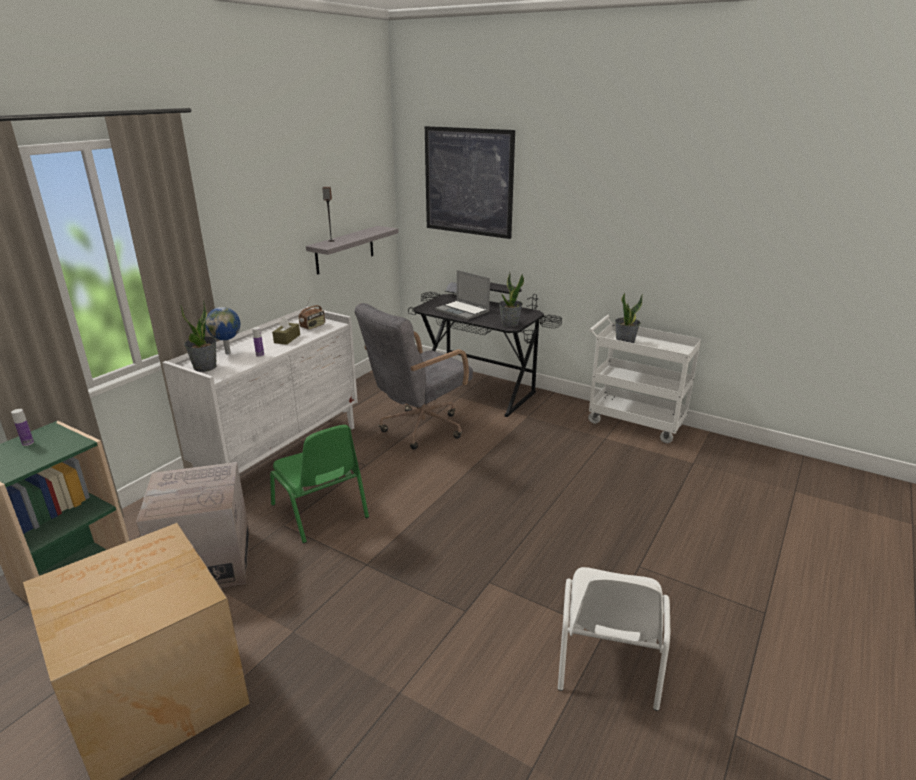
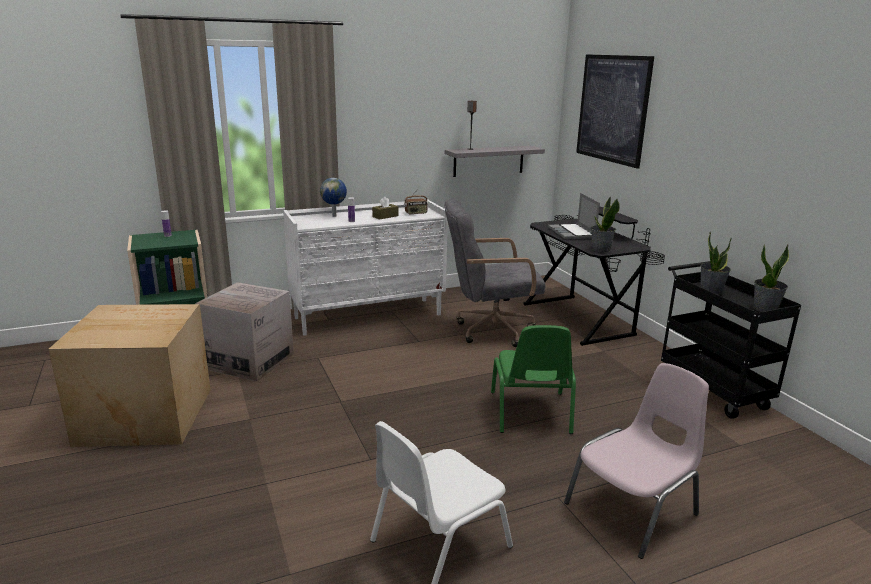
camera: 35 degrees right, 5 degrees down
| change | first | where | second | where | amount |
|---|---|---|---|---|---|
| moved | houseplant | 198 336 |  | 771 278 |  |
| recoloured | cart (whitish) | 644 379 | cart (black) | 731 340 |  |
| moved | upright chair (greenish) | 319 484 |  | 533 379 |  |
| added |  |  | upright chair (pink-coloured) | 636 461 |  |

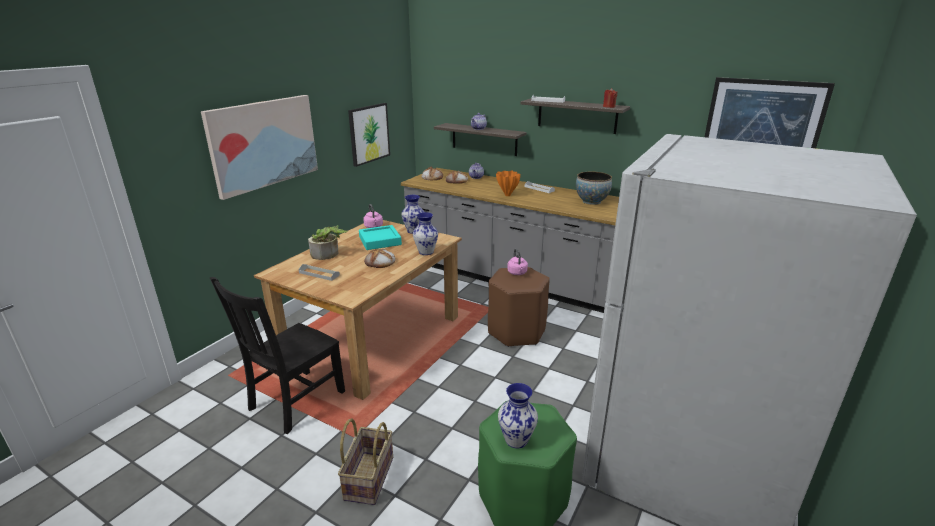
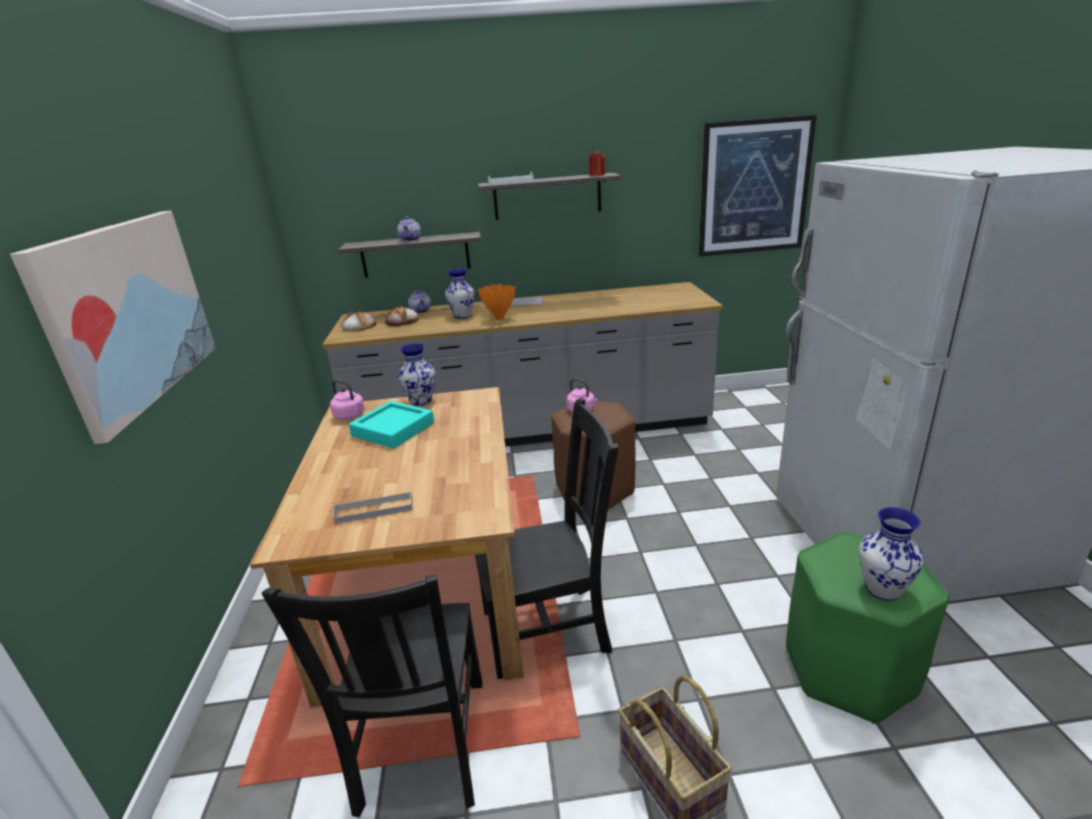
camera: 35 degrees left, 0 degrees up
| change | first | where | second | where | amount |
|---|---|---|---|---|---|
| removed | wall picture | 369 135 |  |  |  |
| removed | serving bowl | 594 188 |  |  |  |
| moved | vase | 425 233 |  | 460 294 |  |
| removed | houseplant | 328 242 |  |  |  |
| removed | baked bread | 380 258 |  |  |  |
| added |  |  | upright chair (black) | 547 538 |  |

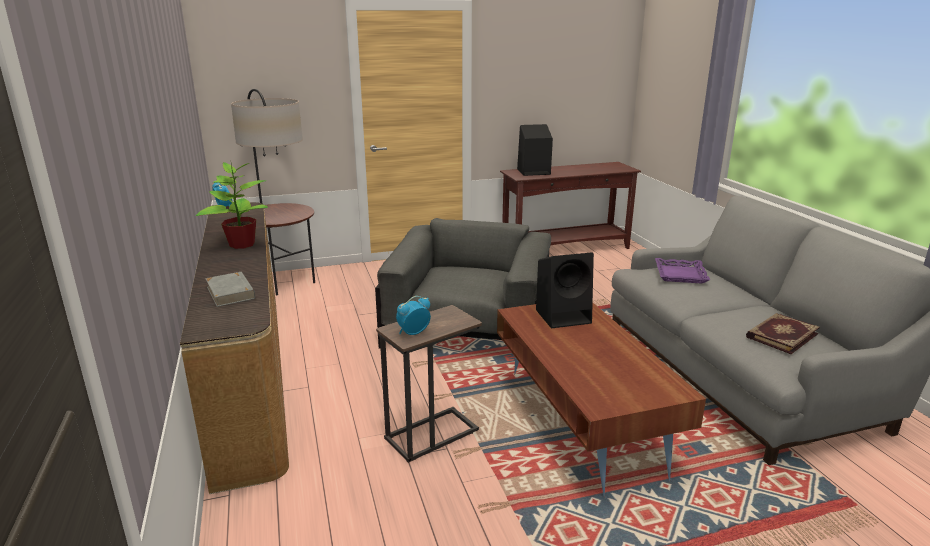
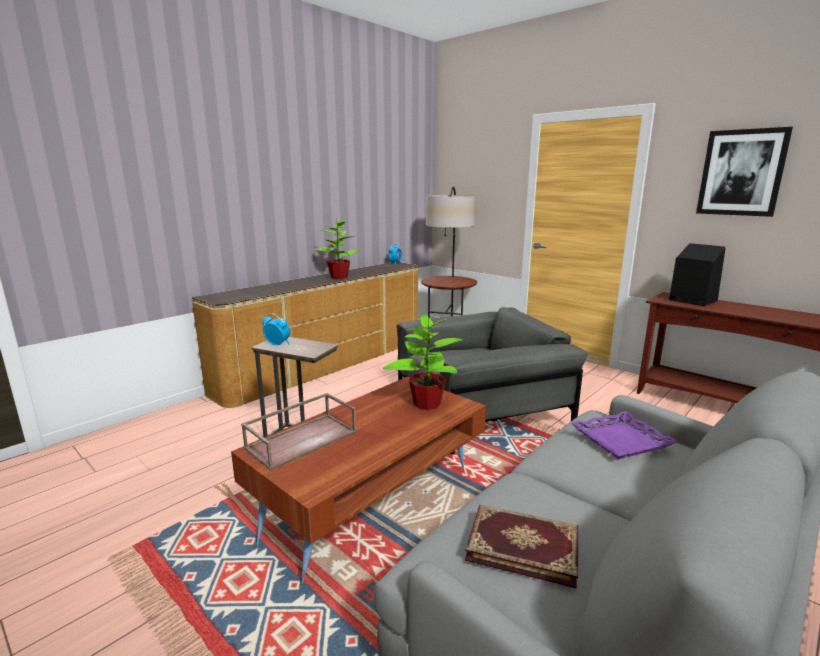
camera: 60 degrees right, 5 degrees down
| change | first | where | second | where | amount |
|---|---|---|---|---|---|
| replaced | speaker (black) | 565 290 | houseplant | 423 362 |  |
| removed | volume (grey) | 230 289 |  |  |  |
| added |  |  | wall picture | 744 172 |  |
| added |  |  | serving tray (brown) | 298 432 |  |

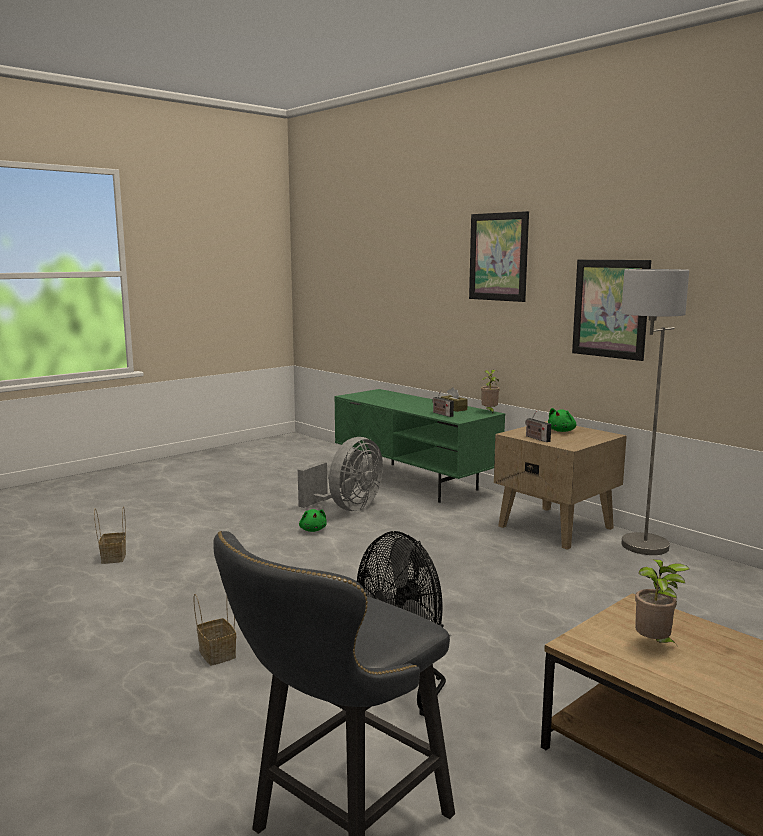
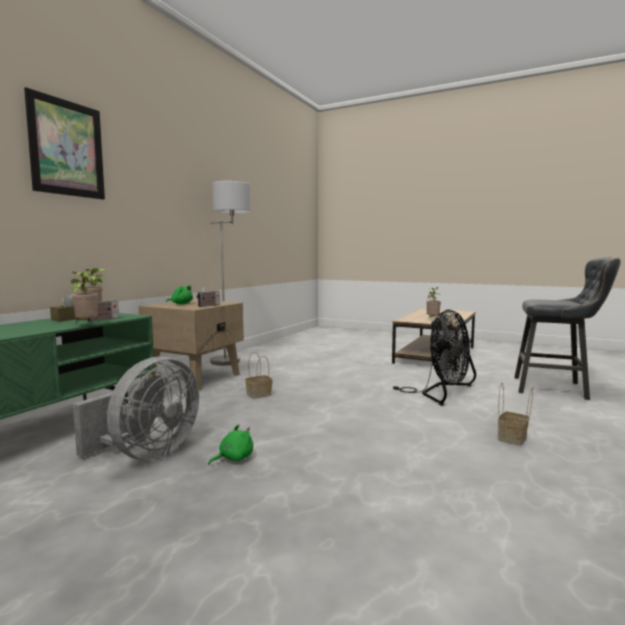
camera: 110 degrees left, 5 degrees down
| change | first | where | second | where | amount |
|---|---|---|---|---|---|
| removed | wall picture | 611 310 |  |  |  |
| turned | fan (grey) | 340 474 |  | 136 408 | 105 degrees clockwise |
| moved | storage basket | 110 535 |  | 258 375 |  |
| added |  |  | houseplant | 84 297 |  |

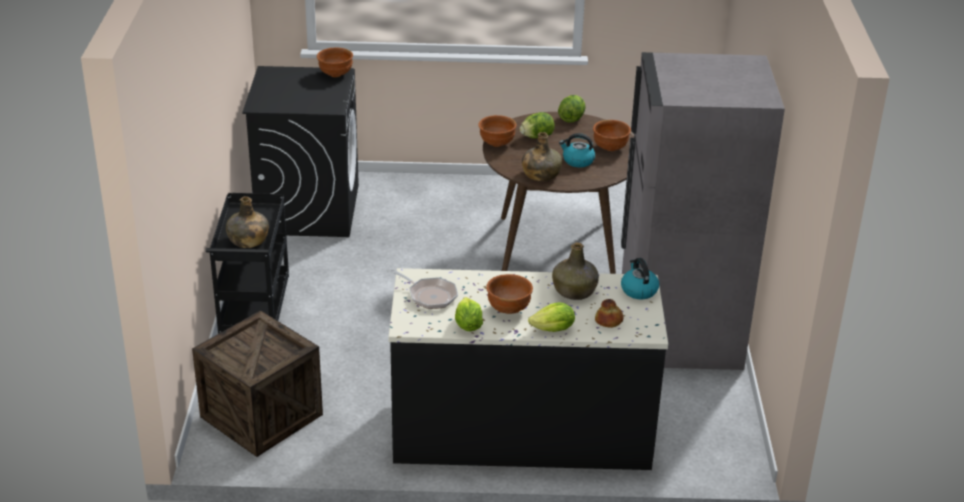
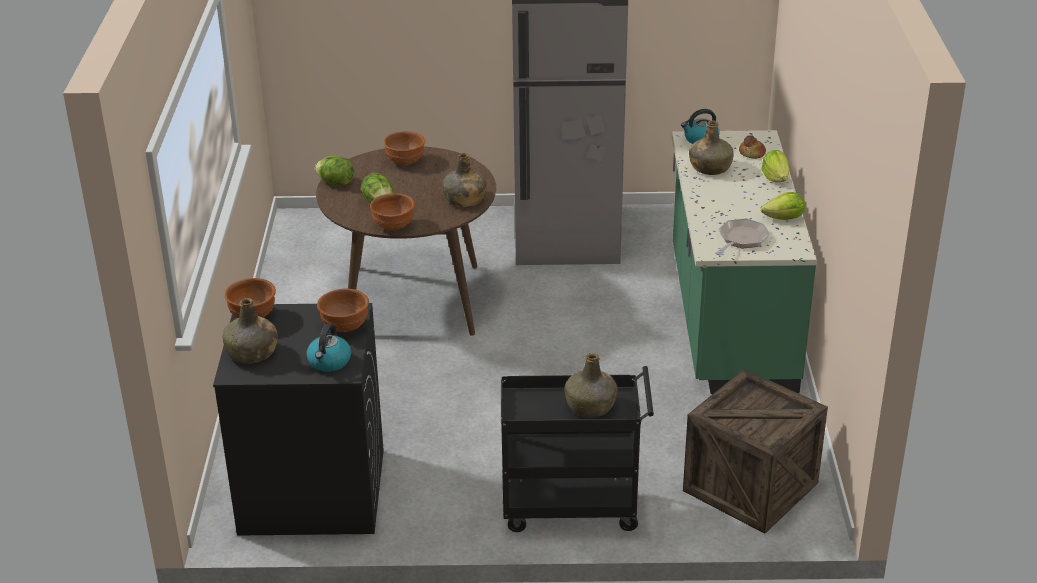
camera: 90 degrees left, 0 degrees up
| change | first | where | second | where | amount |
|---|---|---|---|---|---|
| moved | tea kettle | 577 150 |  | 329 347 |  |
| recoloured | counter (black) | 528 369 | counter (greenish) | 744 262 |  |
| moved | serving bowl (brown) | 509 294 |  | 343 310 |  |
| added |  |  | beverage bottle (greenish) | 249 331 |  |

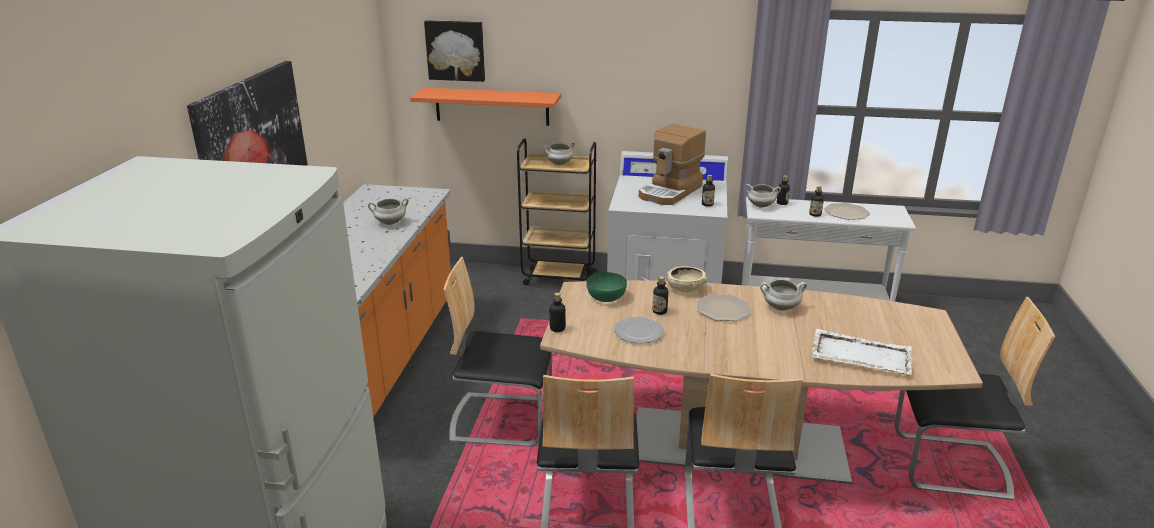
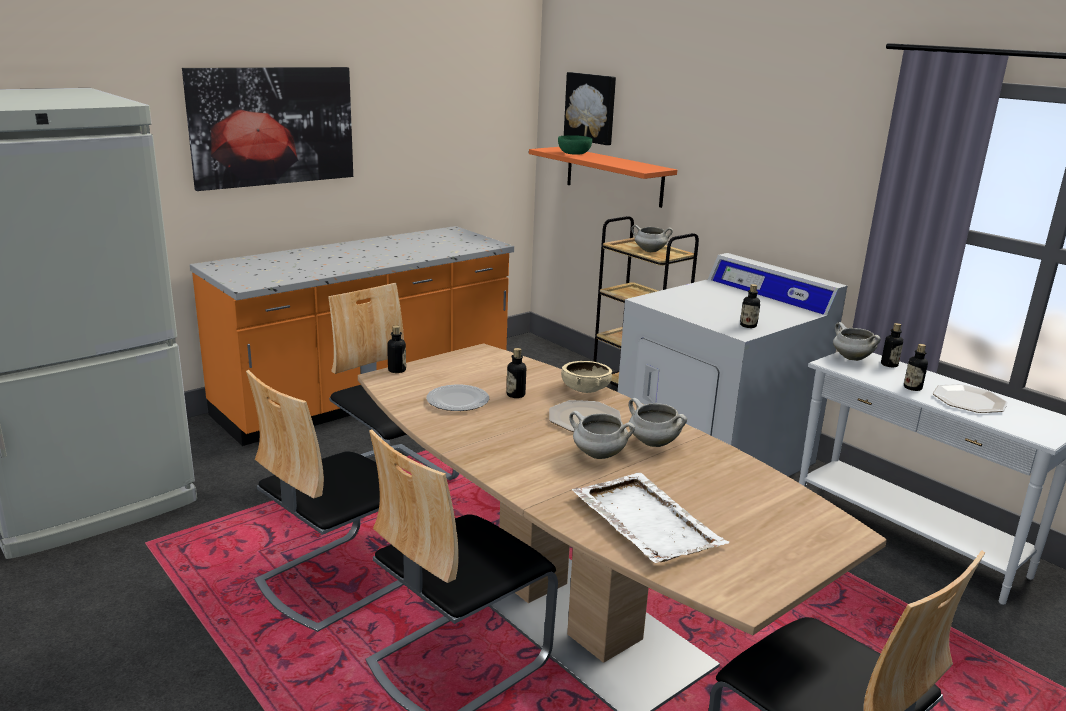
camera: 40 degrees right, 5 degrees down
| change | first | where | second | where | amount |
|---|---|---|---|---|---|
| removed | coffee machine | 672 164 |  |  |  |
| moved | stockpot (whitish) | 388 211 |  | 602 435 |  |
| moved | serving bowl (greenish) | 606 287 |  | 575 145 |  |

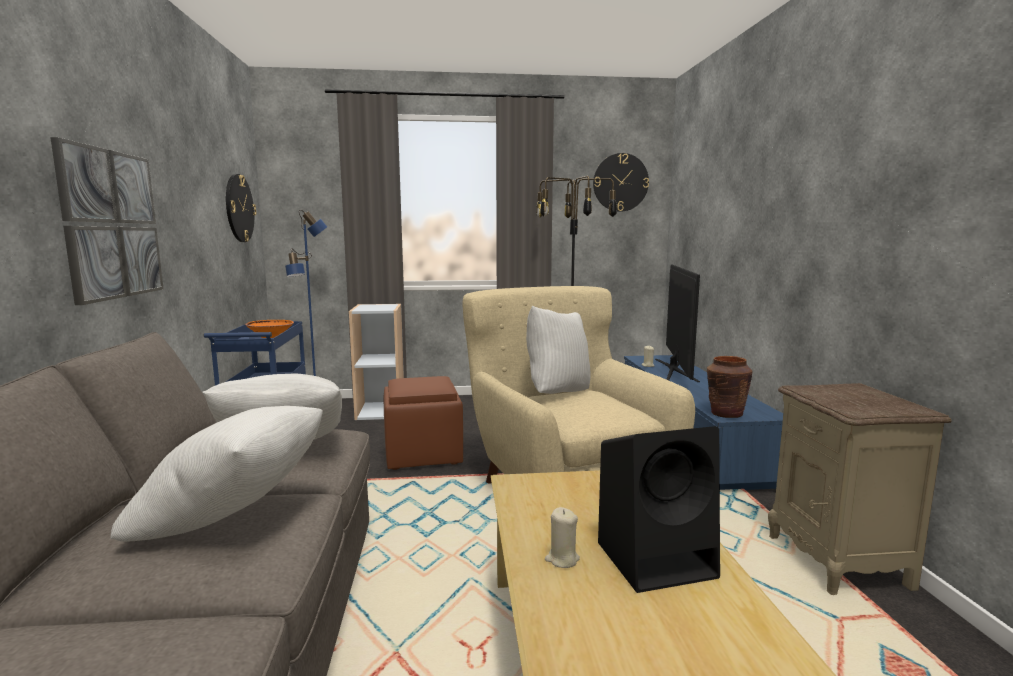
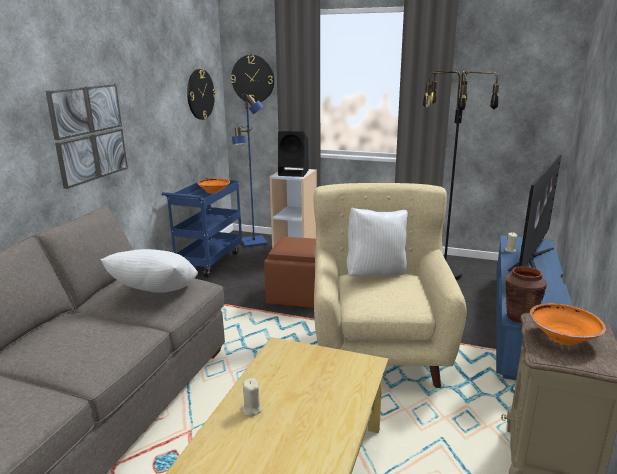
camera: 25 degrees right, 10 degrees up
| change | first | where | second | where | amount |
|---|---|---|---|---|---|
| moved | hanging clock | 621 182 |  | 252 78 |  |
| removed | cushion (whitish) | 217 474 |  |  |  |
| moved | speaker (black) | 659 509 |  | 293 154 |  |
| added |  |  | serving bowl (orangey) | 568 324 |  |

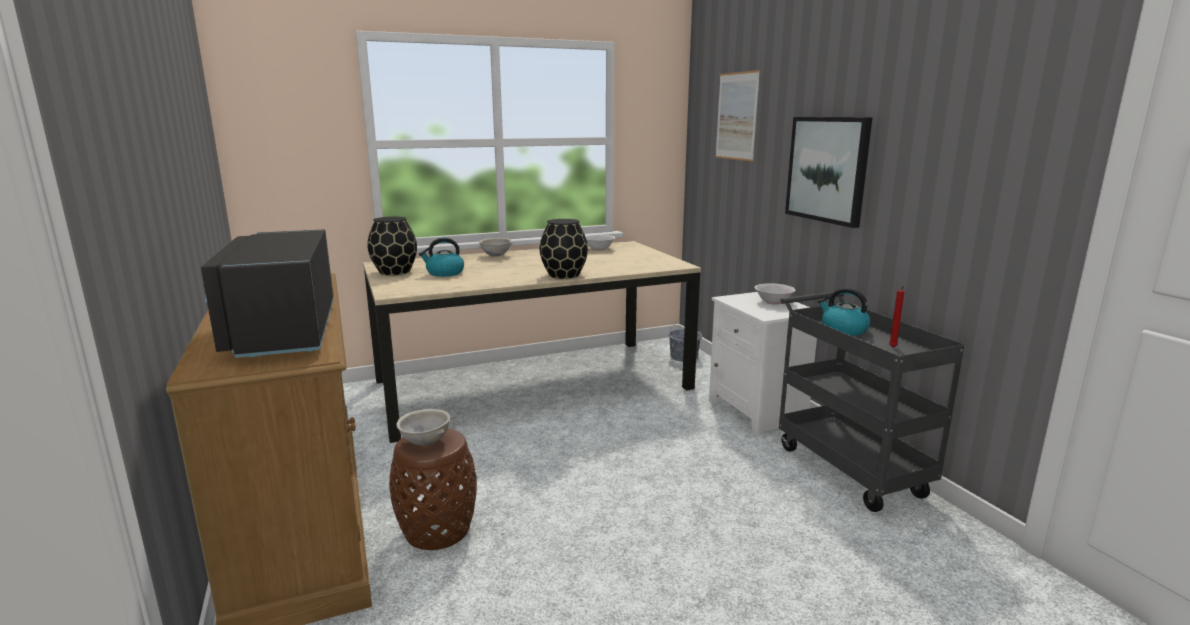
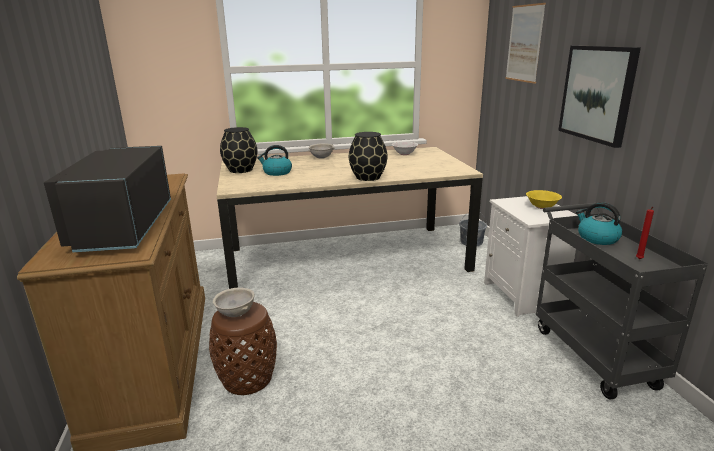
camera: 10 degrees right, 5 degrees up
| change | first | where | second | where | amount |
|---|---|---|---|---|---|
| recoloured | serving bowl (whitish) | 774 294 | serving bowl (yellowish) | 544 199 |  |

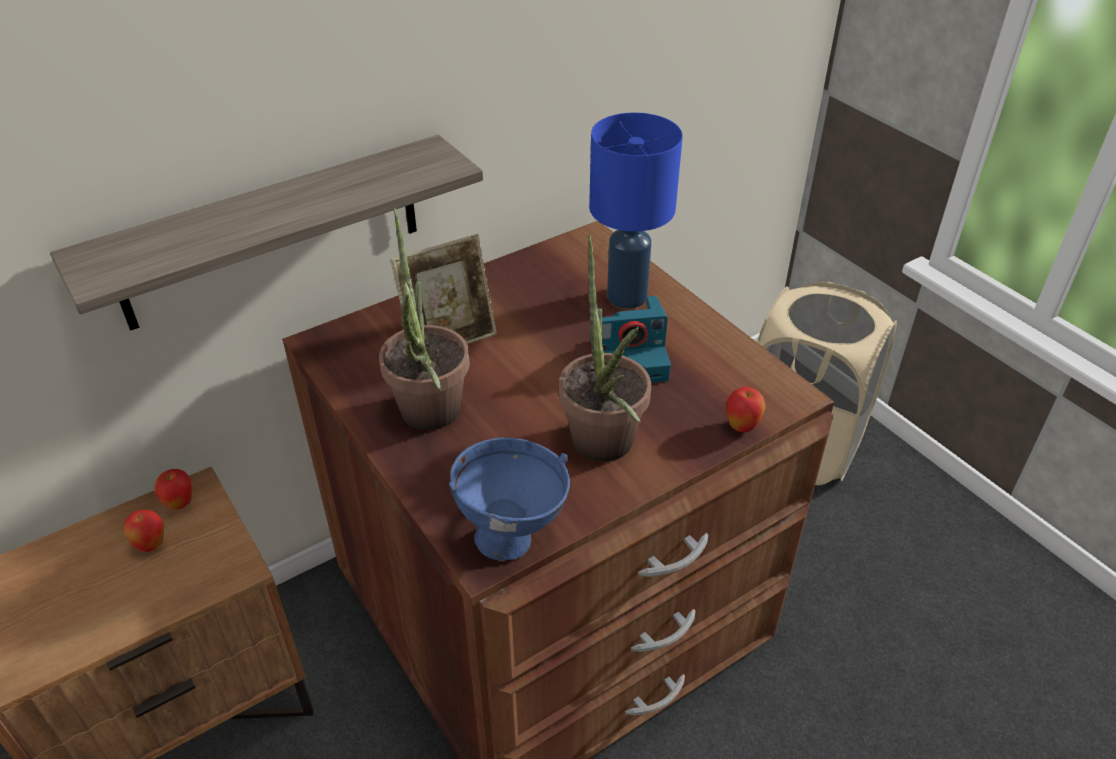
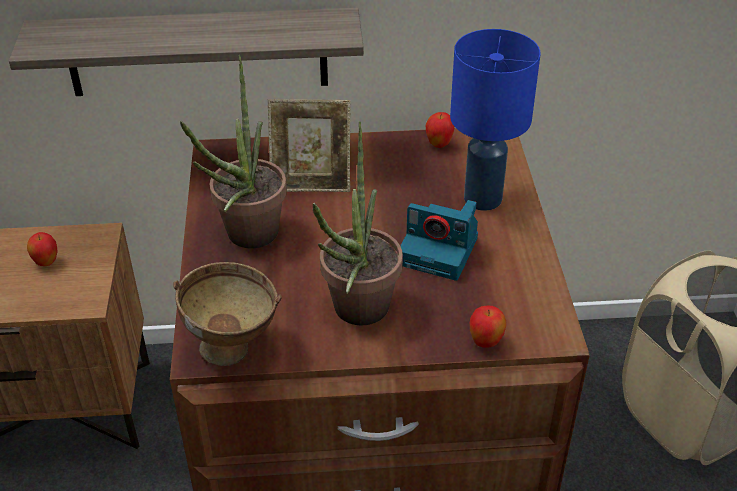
camera: 30 degrees right, 0 degrees up
| change | first | where | second | where | amount |
|---|---|---|---|---|---|
| recoloured | serving bowl (blue) | 509 499 | serving bowl (brown) | 227 314 |  |
| moved | apple | 173 489 |  | 440 130 |  |

